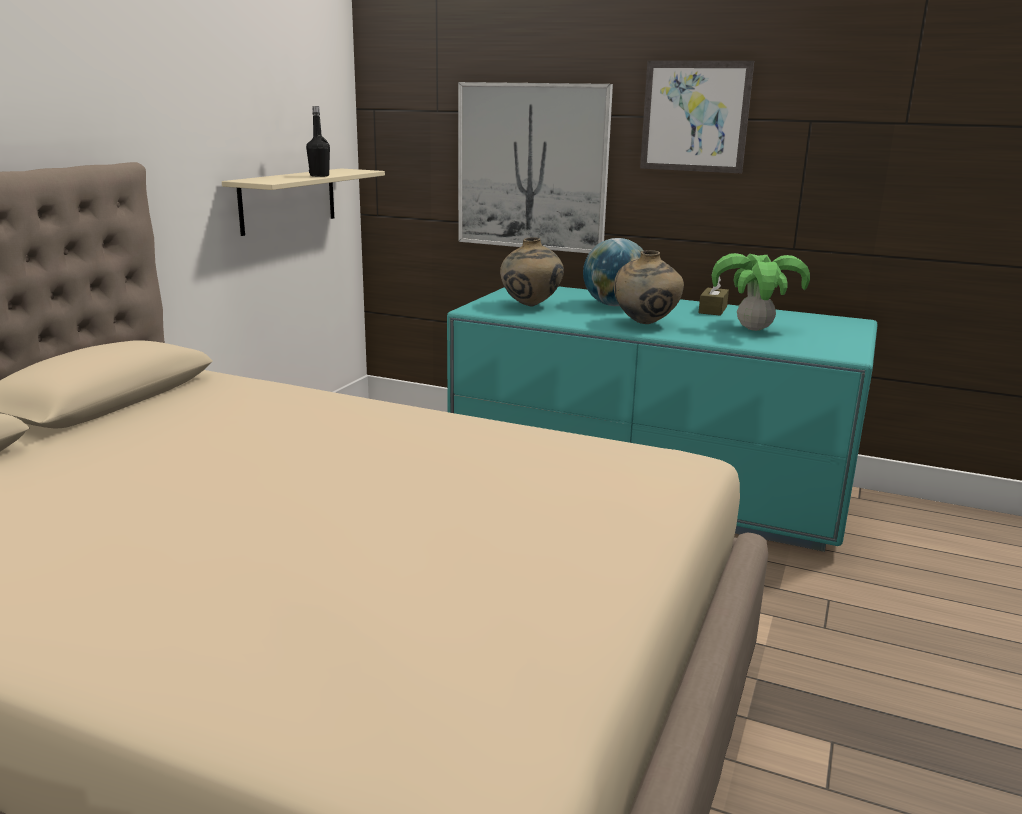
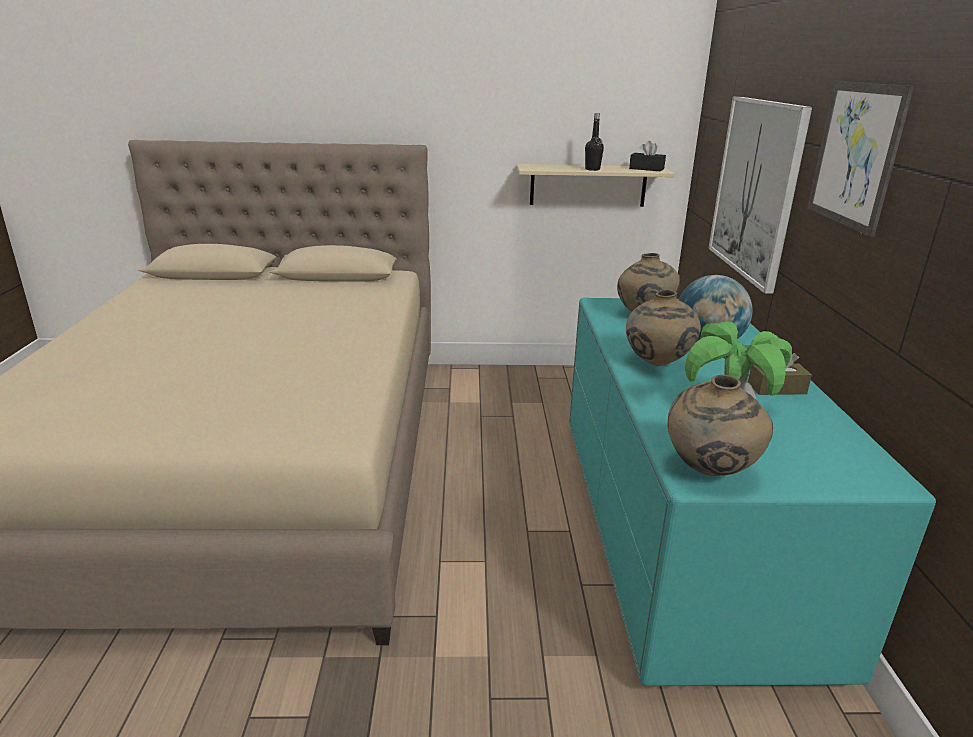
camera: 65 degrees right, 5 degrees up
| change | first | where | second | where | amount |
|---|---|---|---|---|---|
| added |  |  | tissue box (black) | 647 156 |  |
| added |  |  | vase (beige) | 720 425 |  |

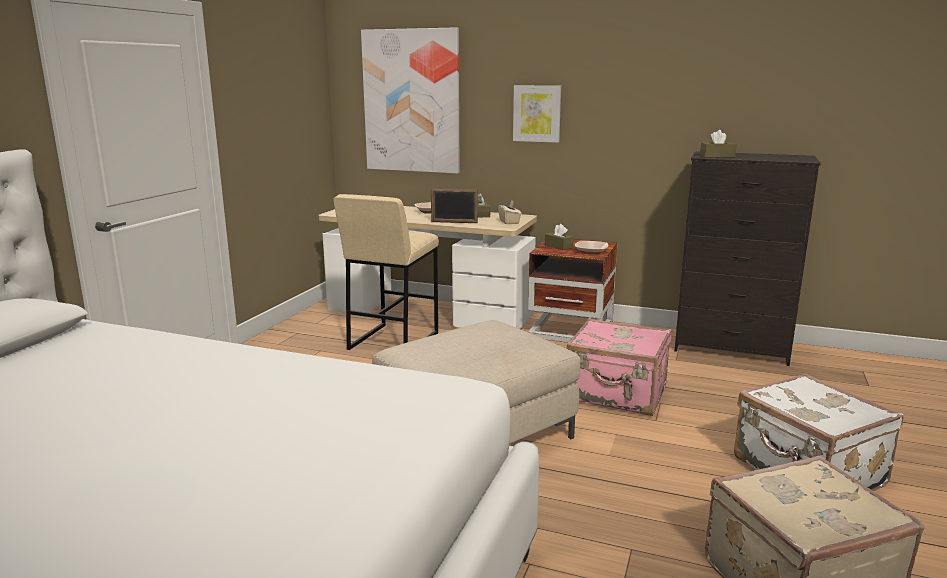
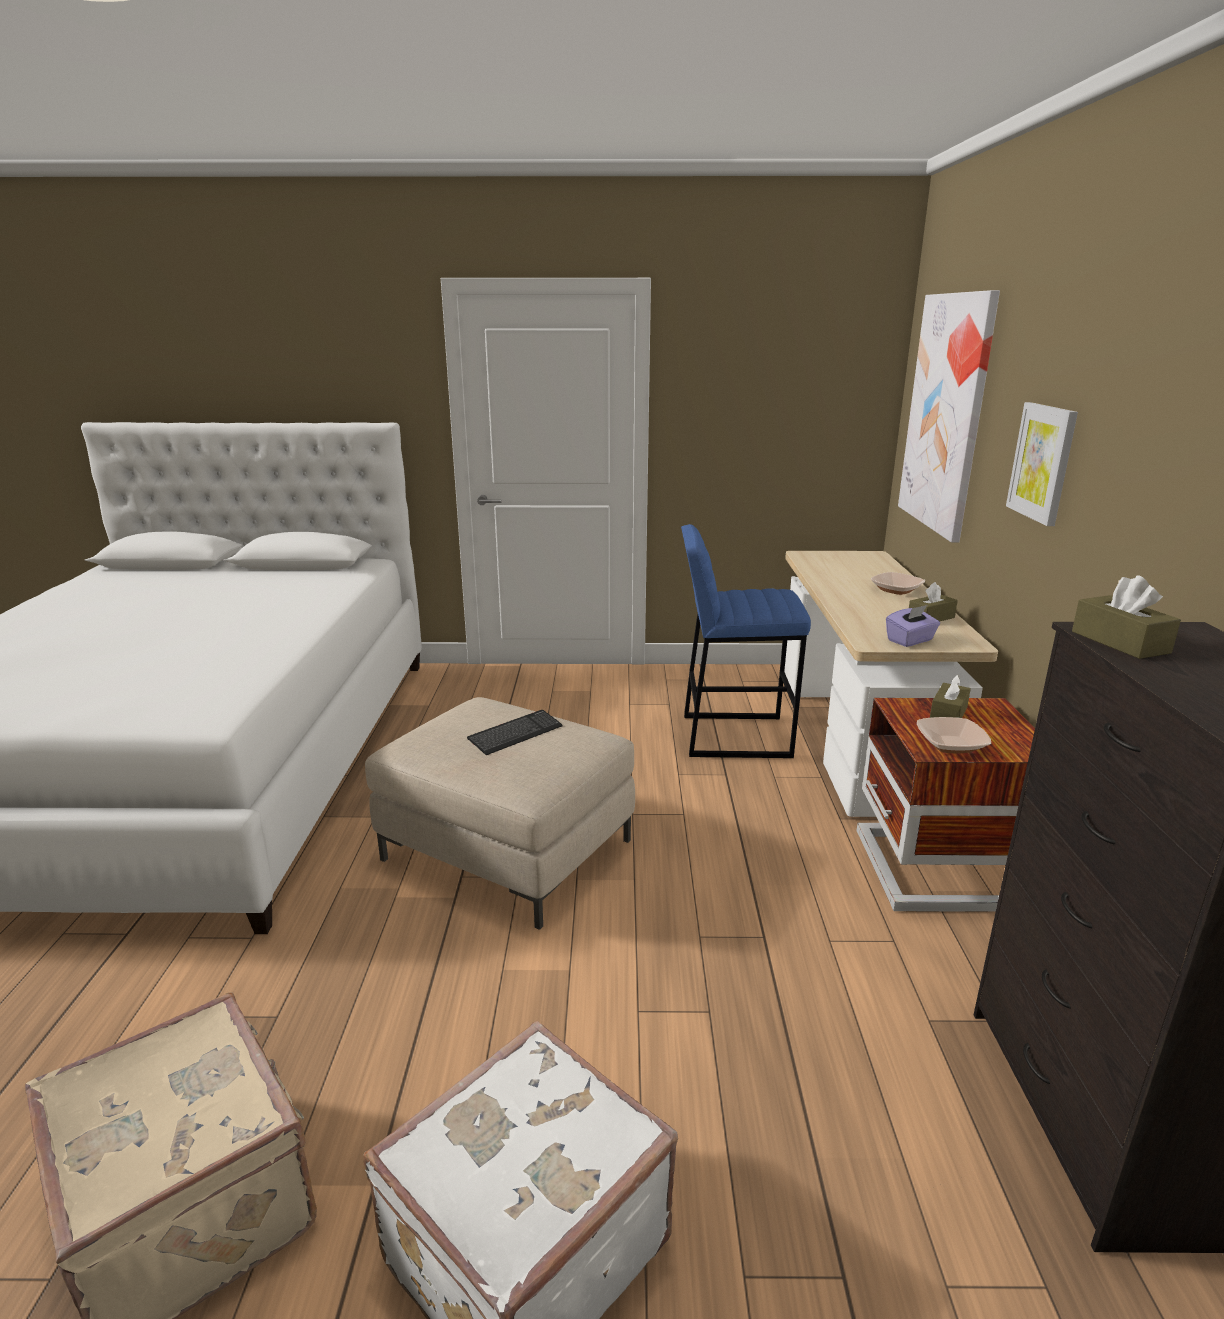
camera: 70 degrees right, 5 degrees up
| change | first | where | second | where | amount |
|---|---|---|---|---|---|
| removed | picture frame | 454 206 |  |  |  |
| recoloured | sitting stool (beige) | 386 272 | sitting stool (blue) | 746 641 |  |
| recoloured | tissue box (beige) | 510 212 | tissue box (purple-coloured) | 913 626 |  |
| removed | piece of luggage (pink-coloured) | 619 367 |  |  |  |
| added |  |  | PC keyboard | 515 732 |  |

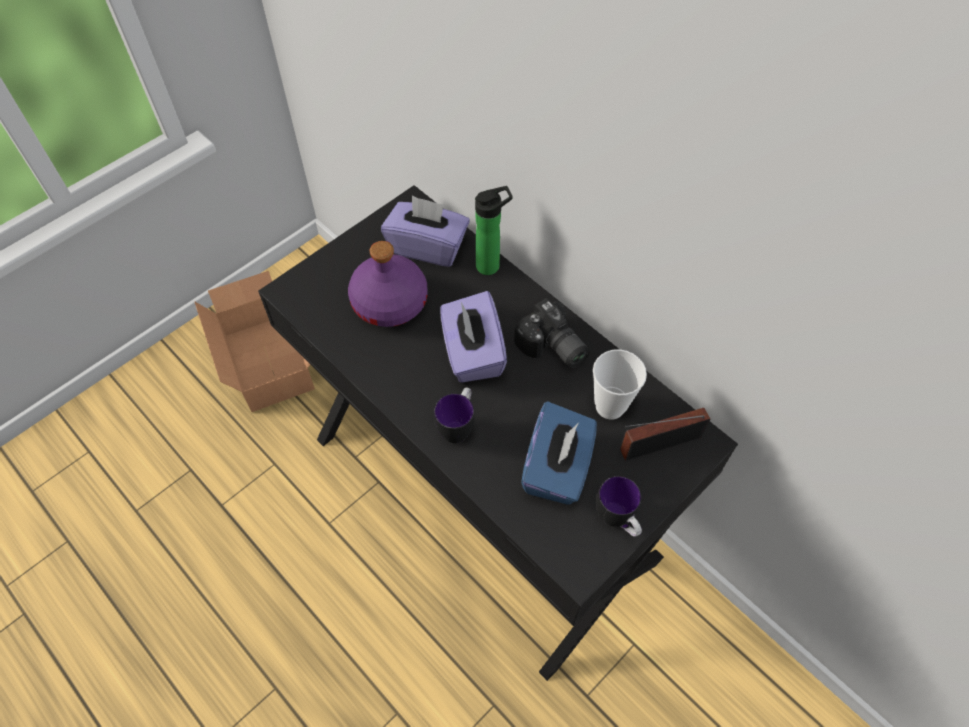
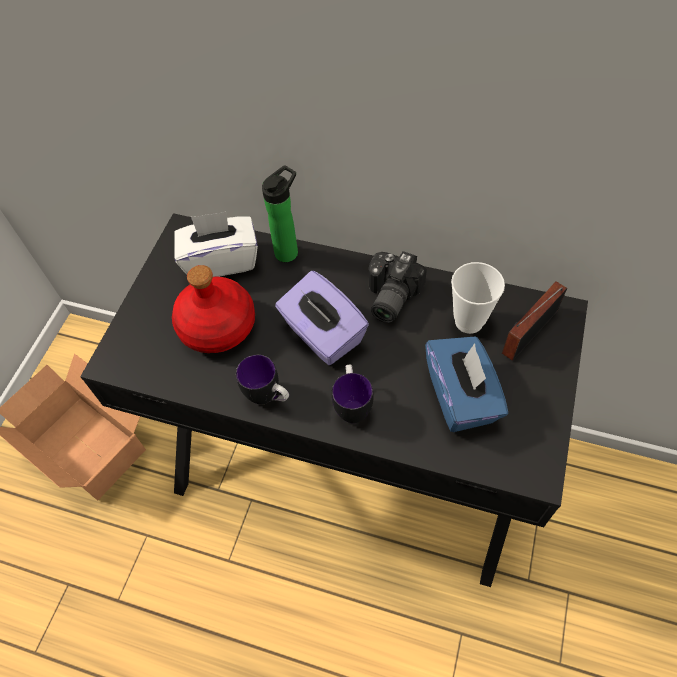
camera: 25 degrees left, 0 degrees up
| change | first | where | second | where | amount |
|---|---|---|---|---|---|
| recoloured | tissue box (purple-coloured) | 425 231 | tissue box (whitish) | 216 244 |  |
| recoloured | beverage bottle (purple-coloured) | 388 284 | beverage bottle (red-coloured) | 213 309 |  |
| turned | still camera | 552 333 |  | 398 287 | 90 degrees clockwise |
| moved | tea mug | 619 506 |  | 262 379 |  |

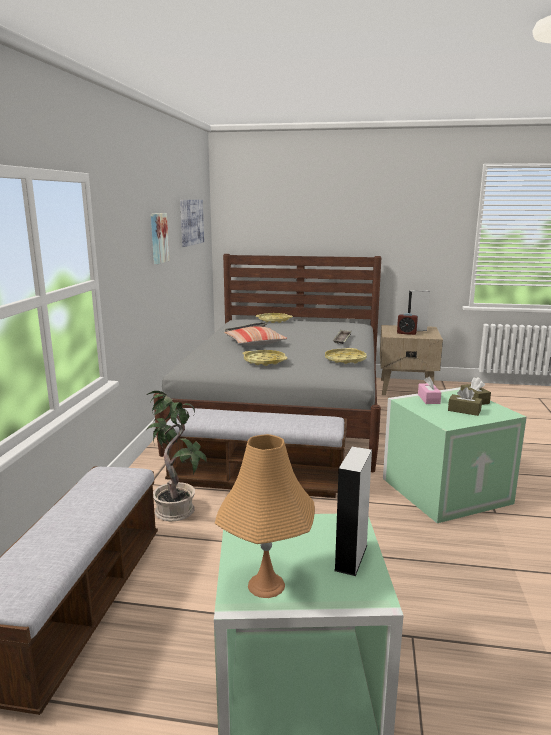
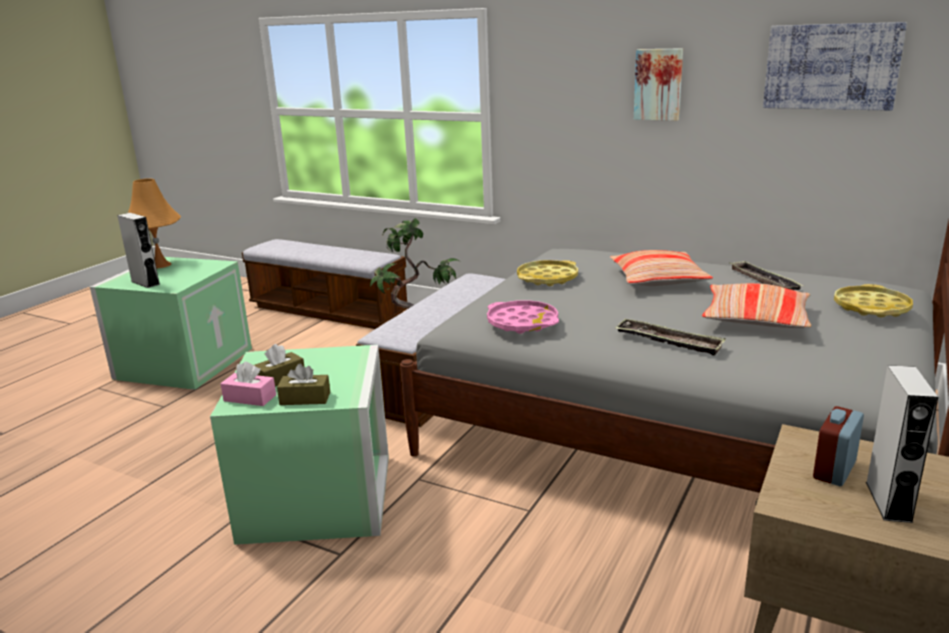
camera: 110 degrees right, 5 degrees up
| change | first | where | second | where | amount |
|---|---|---|---|---|---|
| recoloured | serving tray (yellowish) | 346 356 | serving tray (pink-coloured) | 523 317 |  |
| moved | tissue box (pink-coloured) | 430 390 |  | 248 384 |  |
| added |  |  | cushion | 756 305 |  |

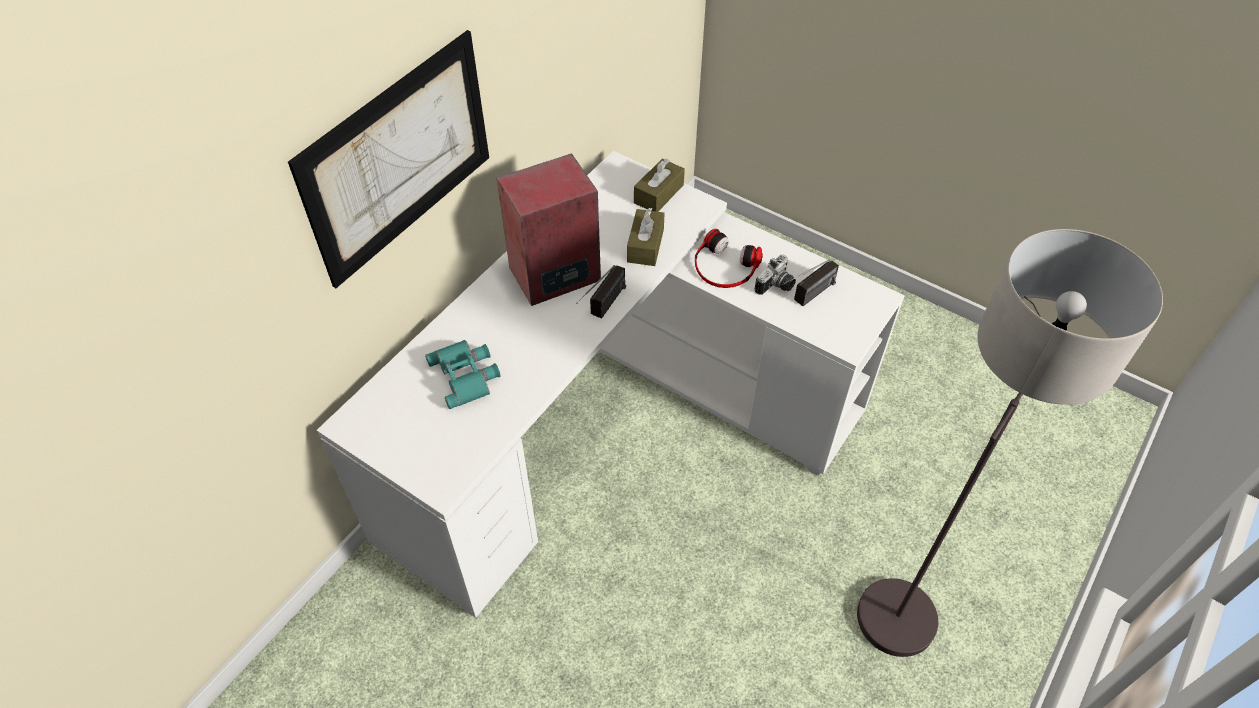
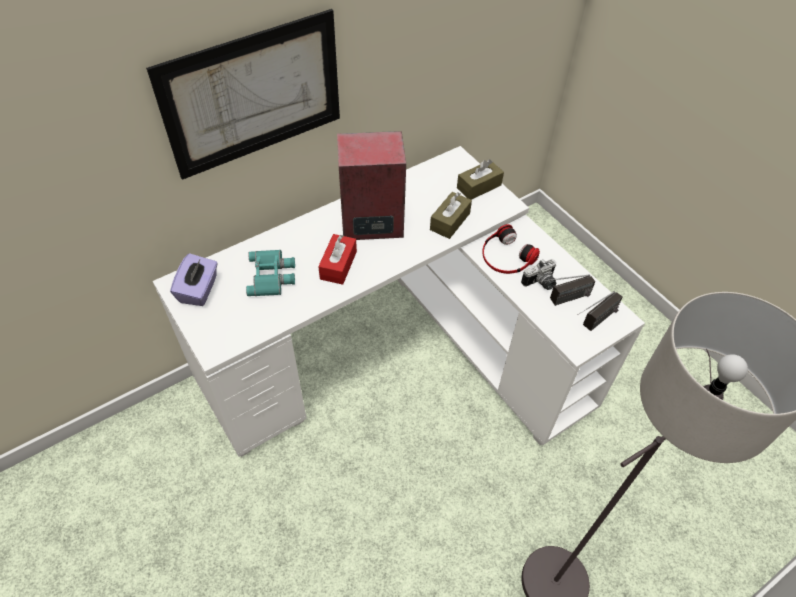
camera: 20 degrees right, 0 degrees up
| change | first | where | second | where | amount |
|---|---|---|---|---|---|
| moved | radio | 601 291 |  | 600 311 |  |
| added |  |  | tissue box (red-coloured) | 337 259 |  |
| added |  |  | tissue box (purple-coloured) | 194 279 |  |

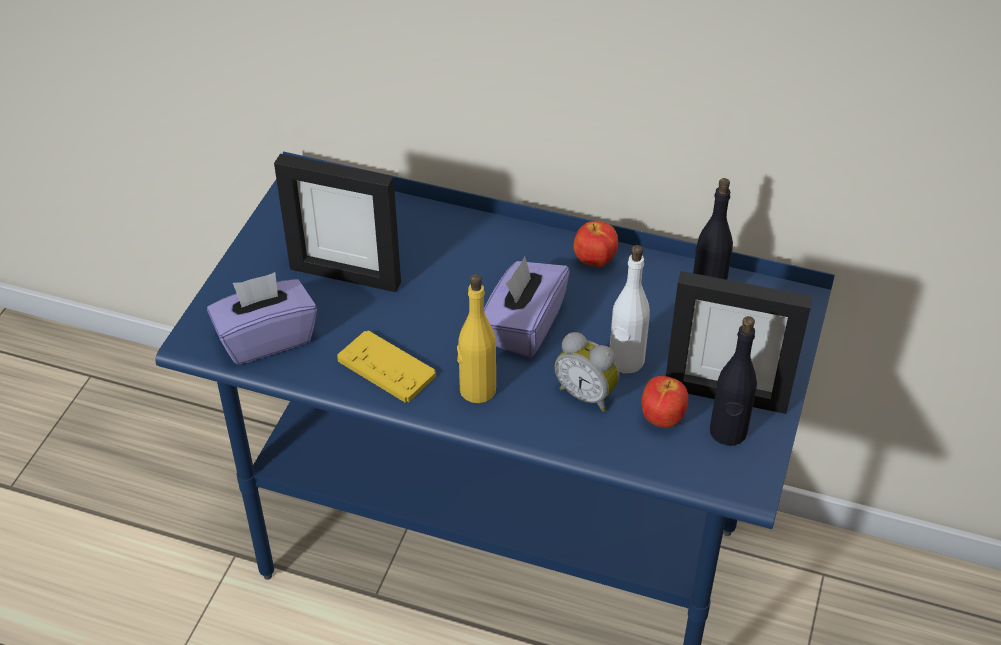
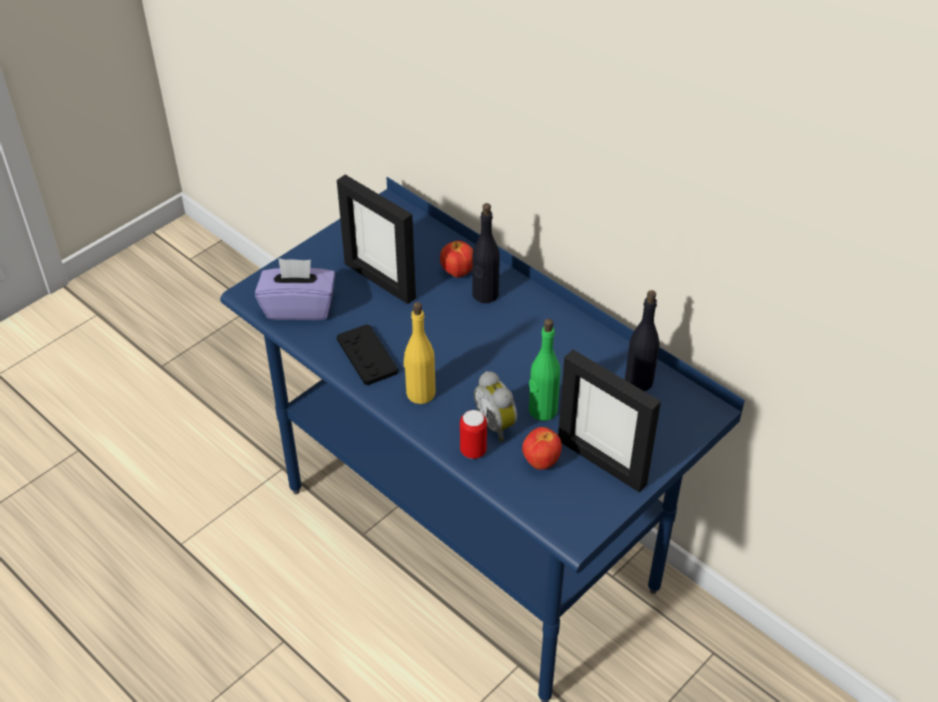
camera: 25 degrees right, 0 degrees up
| change | first | where | second | where | amount |
|---|---|---|---|---|---|
| moved | apple | 595 244 |  | 456 259 |  |
| recoloured | beverage bottle (whitish) | 630 309 | beverage bottle (greenish) | 544 370 |  |
| removed | tissue box (purple-coloured) | 527 307 |  |  |  |
| moved | beverage bottle (black) | 733 381 |  | 486 253 |  |
| recoloured | game controller (yellowish) | 386 366 | game controller (black) | 367 354 |  |
| added |  |  | metal can | 473 434 |  |

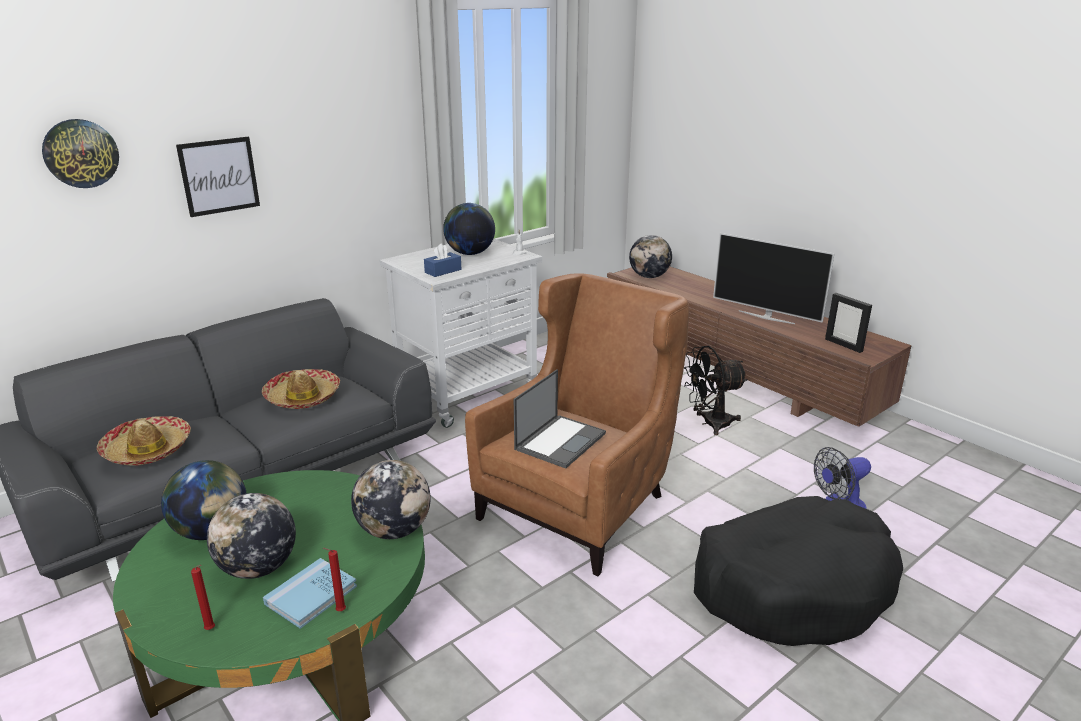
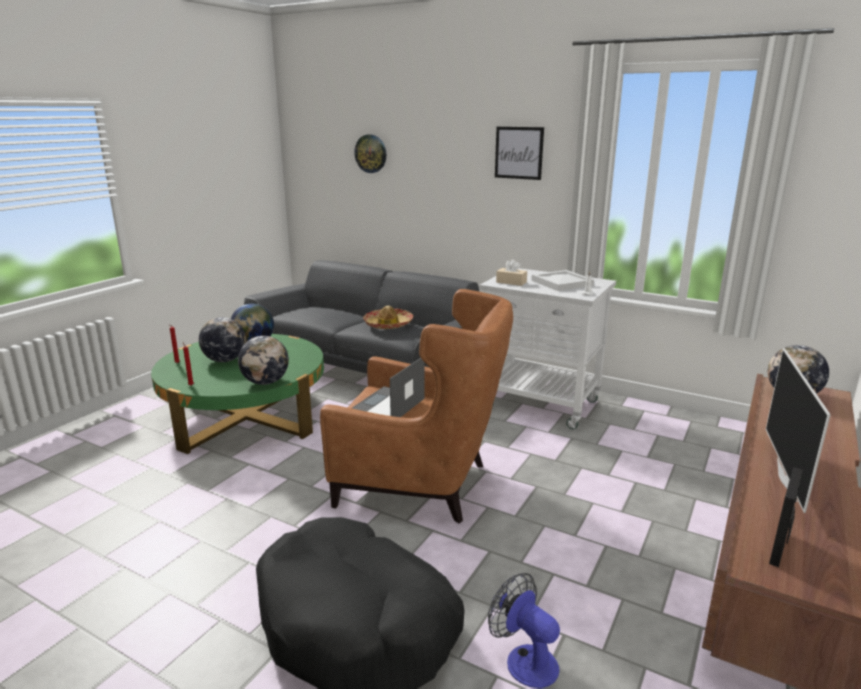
camera: 70 degrees right, 5 degrees down
| change | first | where | second | where | amount |
|---|---|---|---|---|---|
| moved | wall picture | 218 177 |  | 519 153 |  |
| replaced | desk globe | 469 229 | serving tray (whitish) | 562 280 |  |
| recoloured | tissue box (blue) | 442 260 | tissue box (beige) | 511 272 |  |
| removed | fan (black) | 716 390 |  |  |  |
| turned | laptop | 560 419 |  | 388 387 | 105 degrees clockwise |
| removed | wearable hat | 144 441 |  |  |  |
| removed | volume (blue) | 310 593 |  |  |  |

